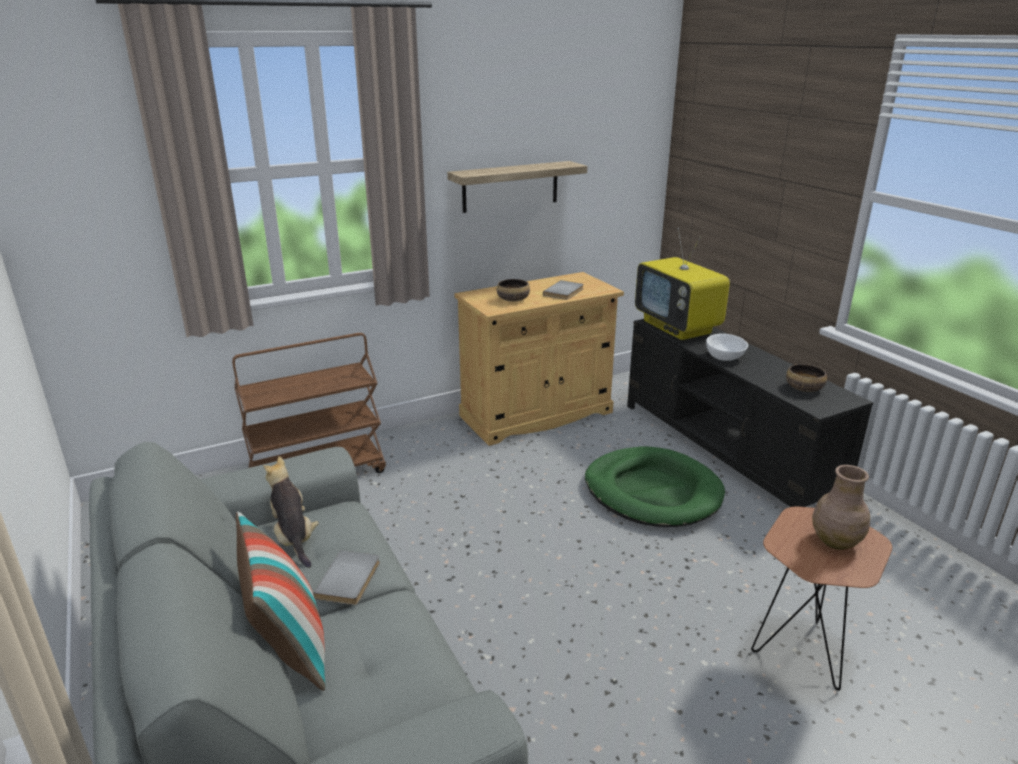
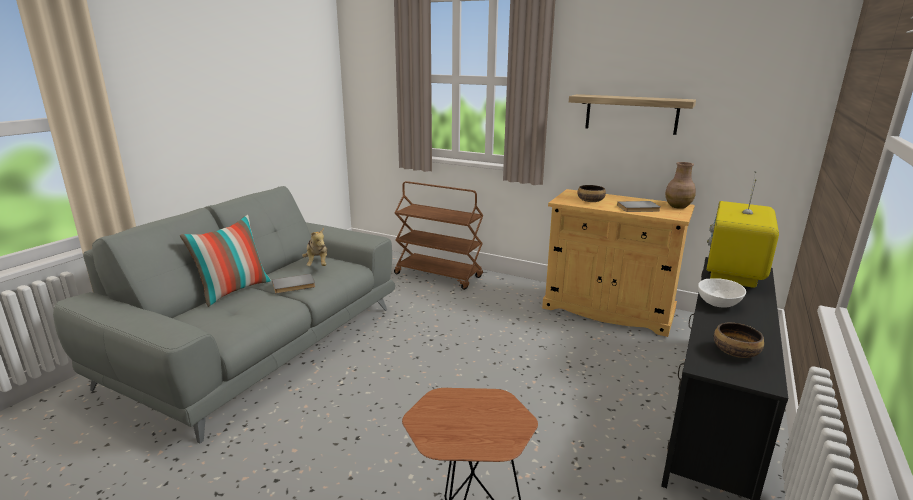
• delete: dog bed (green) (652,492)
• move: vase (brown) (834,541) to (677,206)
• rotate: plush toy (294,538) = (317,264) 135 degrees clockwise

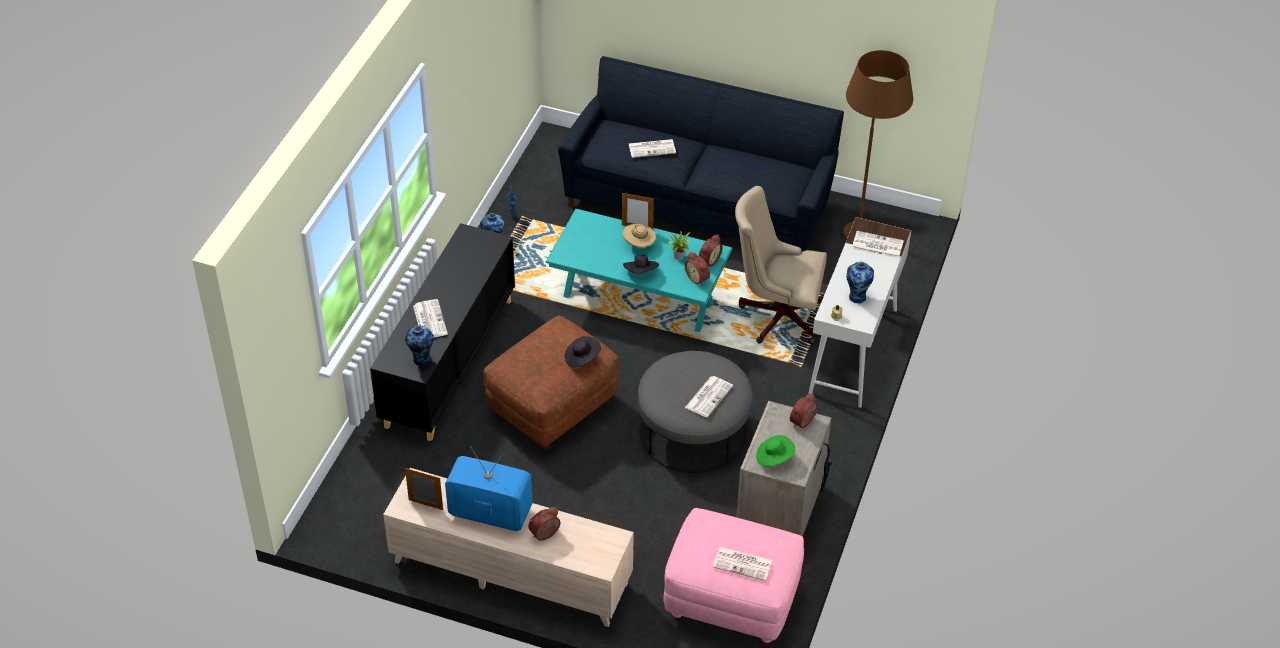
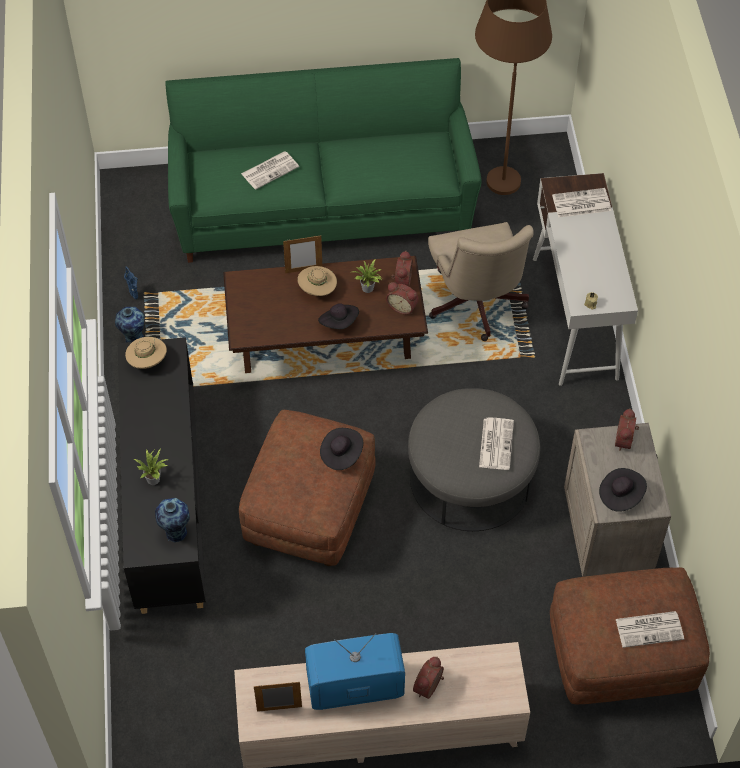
• delete: vase (857,296)
• insert: hat (beige) (147,361)
• replace: newspaper (429,319) to potted plant (155,478)
• recolor: coffee table (turquoise) (639,299) to coffee table (brown) (326,344)
• recolor: sofa (black) (699,201) to sofa (green) (322,204)
• recolor: ottoman (pink) (731,600) to ottoman (brown) (620,657)
• recolor: hat (green) (774,457) to hat (black) (620,495)
• rotate: office chair (beige) (777,315) = (476,306) 90 degrees counterclockwise

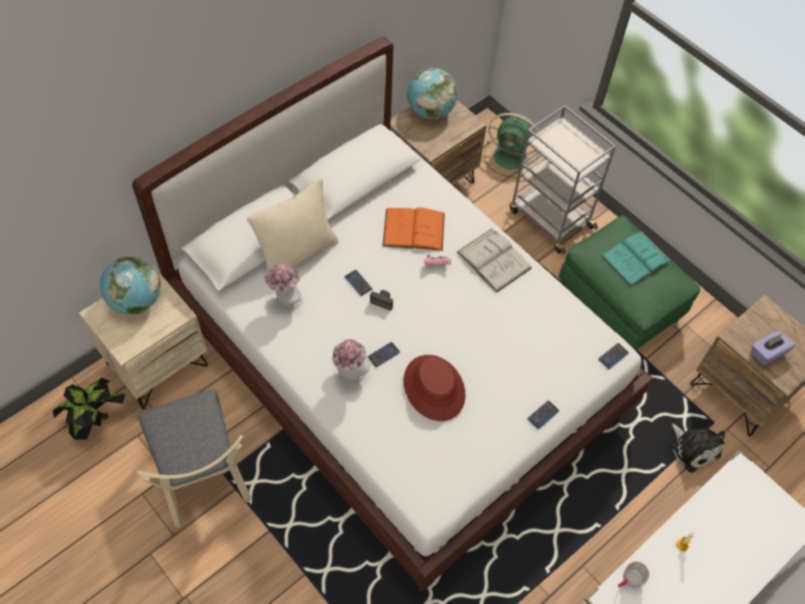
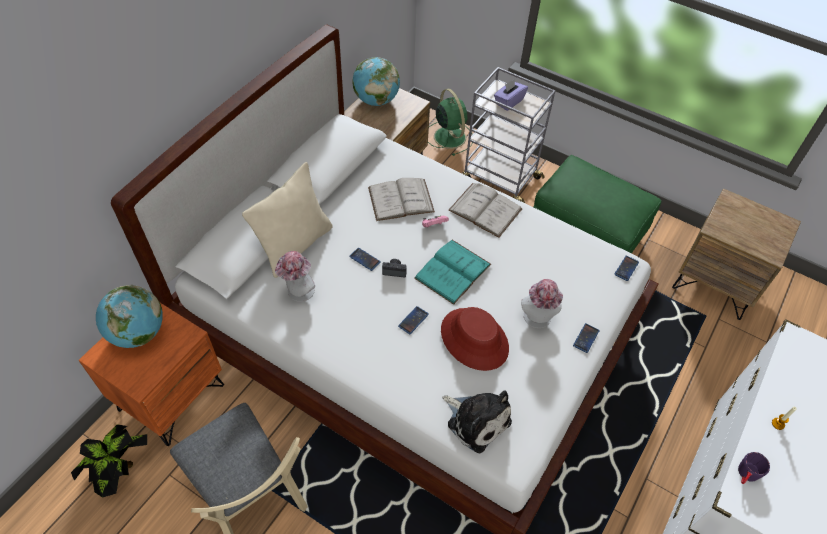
• move: hat (350,375) to (537,320)
• move: book (turquoise) (635,259) to (452,271)
• move: plush toy (693,447) to (476,420)
• move: tissue box (purple) (767,353) to (508,102)
• recolor: nightstand (beige) (157,363) to nightstand (orange) (171,396)
• recolor: book (orange) (413,229) to book (white) (401,199)
• recolor: mug (grey) (628,581) to mug (purple) (746,475)
• rotate: fan (green) (511,157) = (449,136) 120 degrees counterclockwise

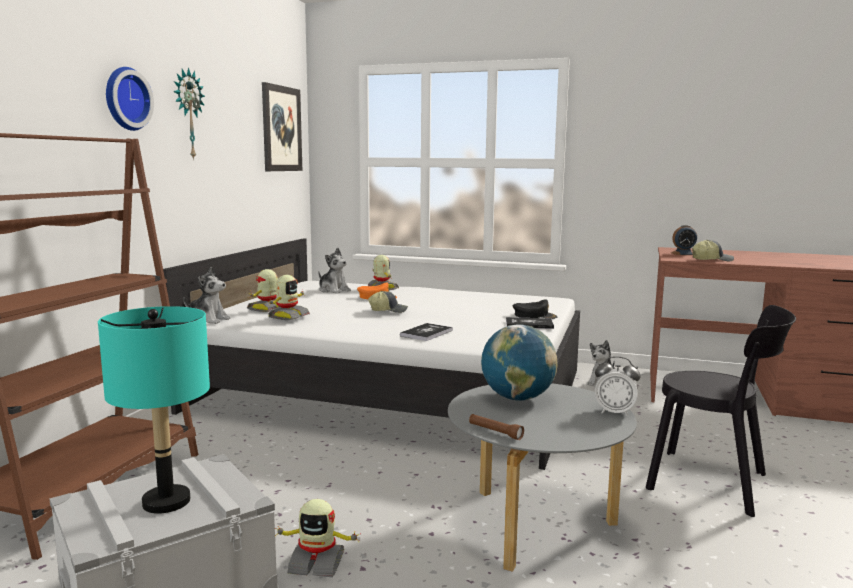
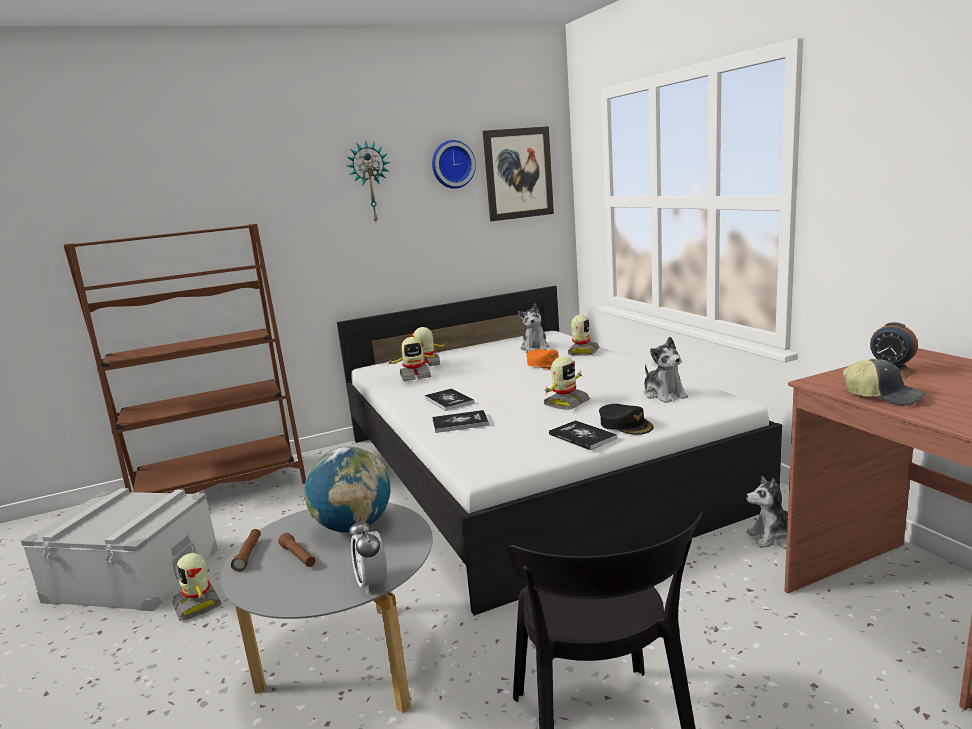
• delete: table lamp (turquoise) (166,501)
• delete: cap (389,310)
• insert: flashlight (brown) (298,556)
• insert: book (449,400)
• insert: toy robot (565,403)
• move: wall clock (125,99) to (452,164)
• move: plush toy (207,320) to (664,394)

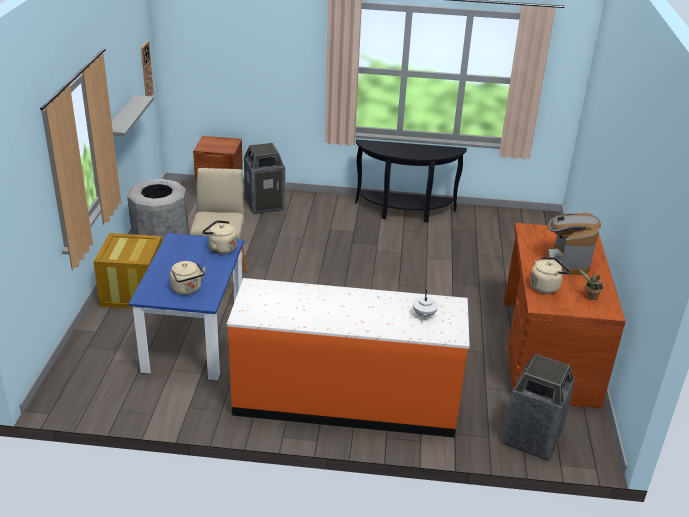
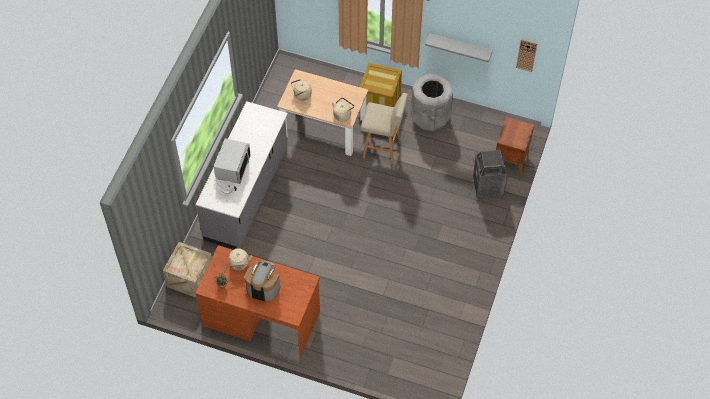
• delete: console table (black) (405,212)
• insert: microwave (grey) (232,167)
• replace: trash can (532,438) to crate (190,278)
• recolor: dining table (blue) (194,338) to dining table (beige) (324,128)
• recolor: counter (orange) (346,401) to counter (grey) (247,194)

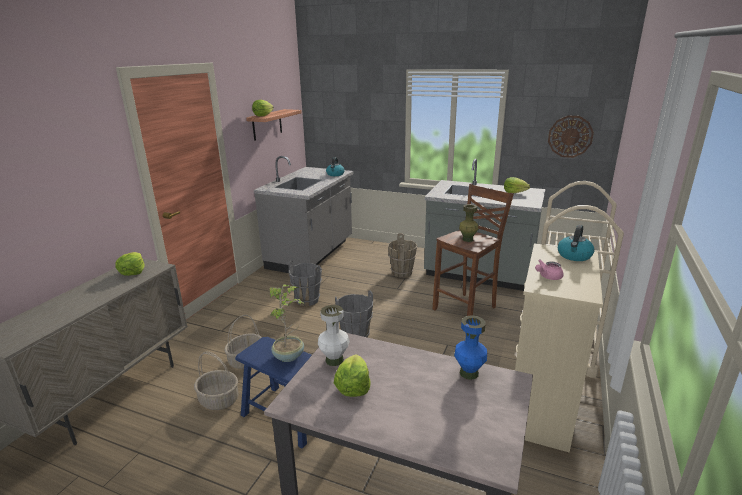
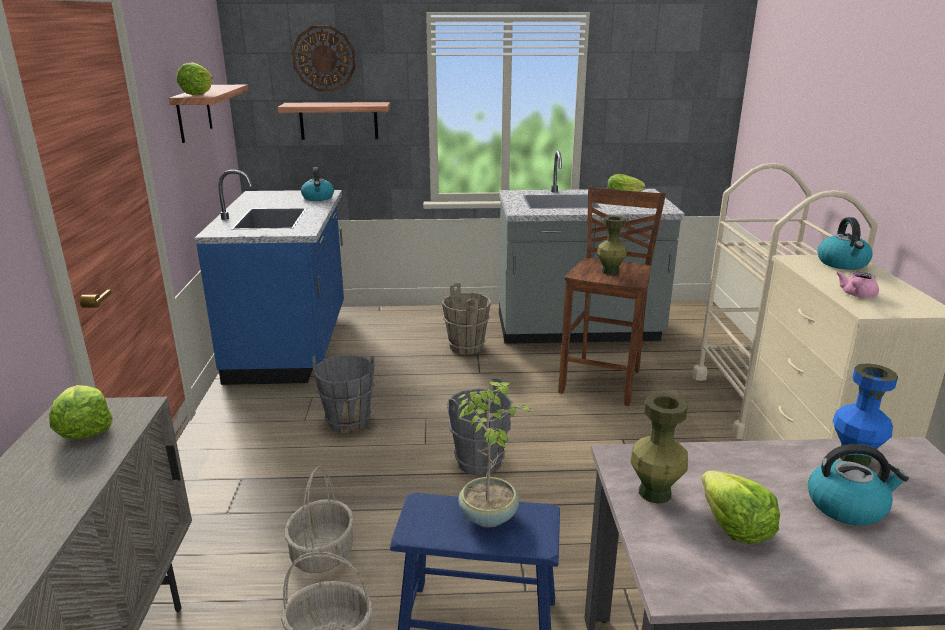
• insert: shelf (338,121)
• insert: kettle (847,506)
• move: wall clock (570,136) to (324,58)
• recolor: counter (grey) (312,254) to counter (blue) (291,345)
• recolor: vase (white) (334,360) to vase (green) (654,492)

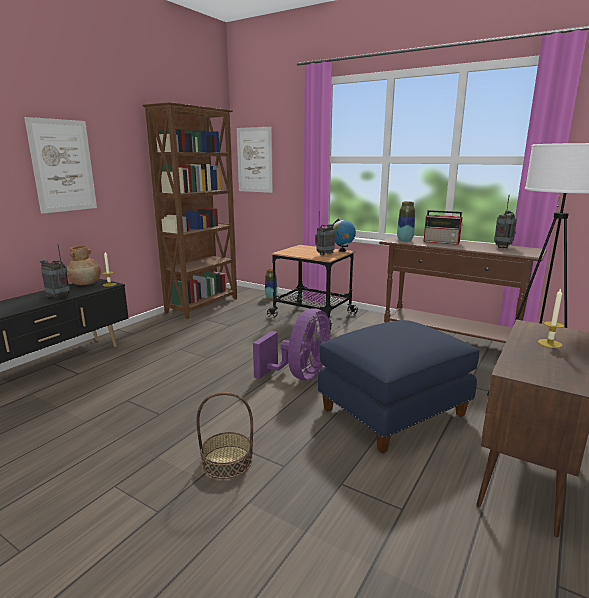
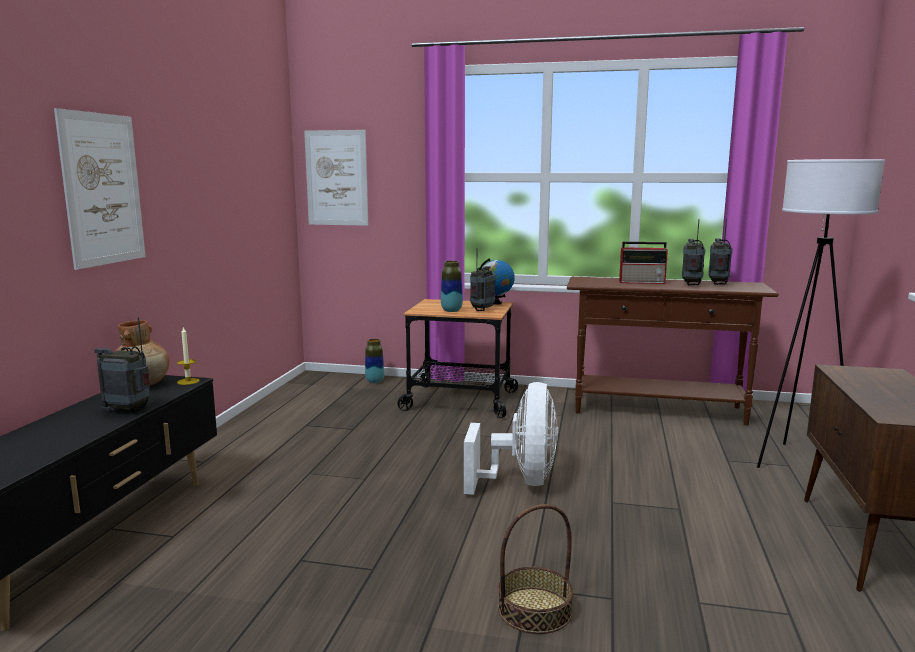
• delete: bookcase (brown) (203,305)
• delete: ottoman (blue) (393,411)
• delete: candle (550,343)
• insert: radio (691,284)
• move: vase (405,240) to (451,310)
• recolor: fan (purple) (300,375) to fan (white) (521,481)

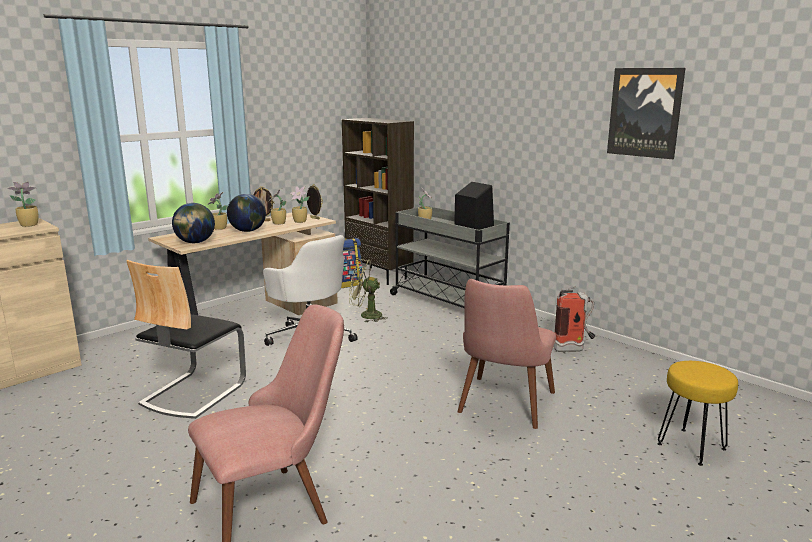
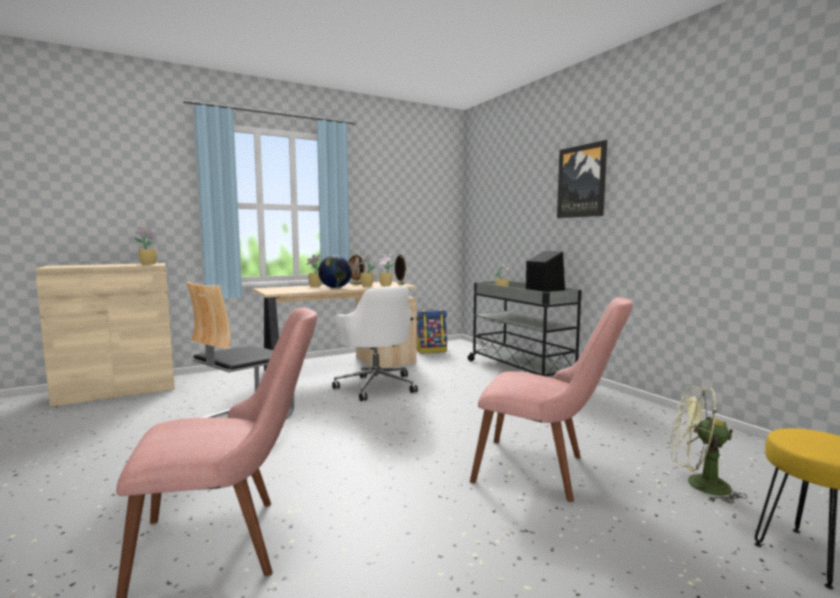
• delete: globe (195,242)
• delete: bookcase (brown) (379,276)
• delete: fire extinguisher (573,349)
• move: fan (green) (366,315) to (698,485)
• move: picture (645,112) to (582,181)
• rotate: chair (pink) (503,408) = (545,471) 105 degrees counterclockwise

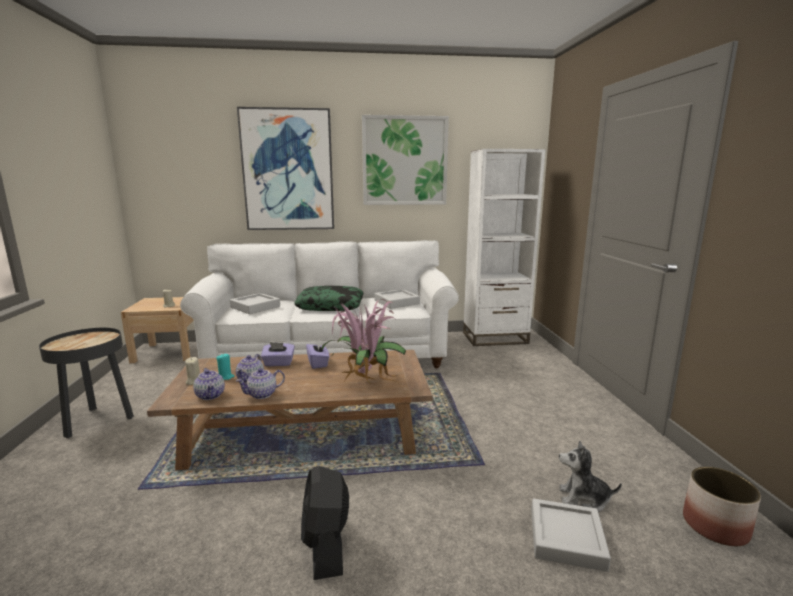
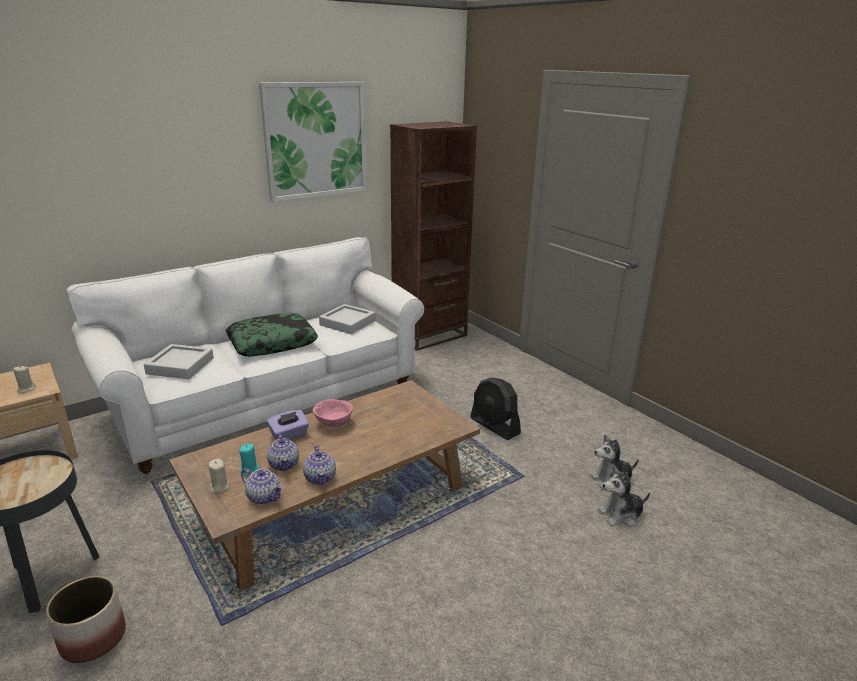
• delete: picture (288,170)
• delete: potted plant (364,381)
• move: fan (black) (326,544) to (494,426)
• move: planter (715,526) to (93,637)
• replace: tissue box (purple) (318,363) to bowl (pink) (333,423)
• replace: tray (grey) (566,539) to plush toy (621,515)
• recolor: bookcase (white) (495,338) to bookcase (brown) (429,335)
• rotate: teapot (262,394) = (320,477) 45 degrees counterclockwise

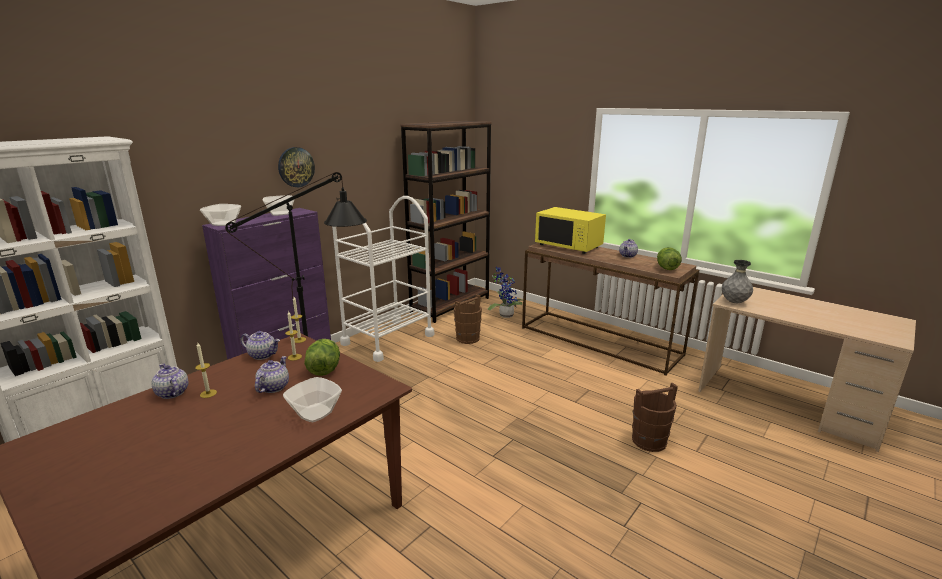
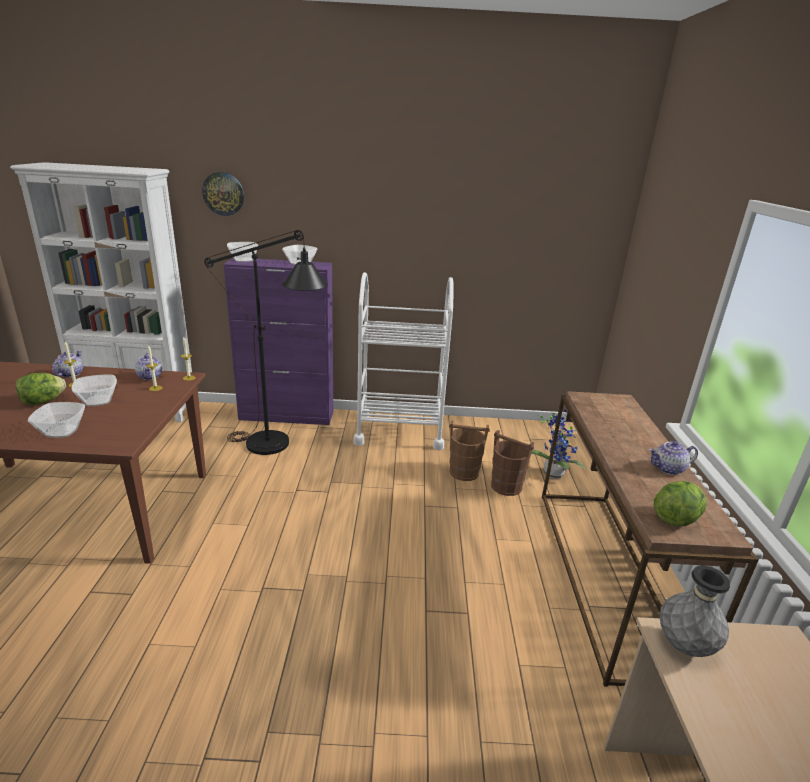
• delete: bookcase (brown) (450,305)
• delete: microwave (yellow) (569,246)
• move: wall clock (296,167) to (223,194)
• move: lettuce (324,370) to (43,401)
• move: bucket (brown) (649,441) to (506,486)
• replace: teapot (273,387) to bowl (97,401)

